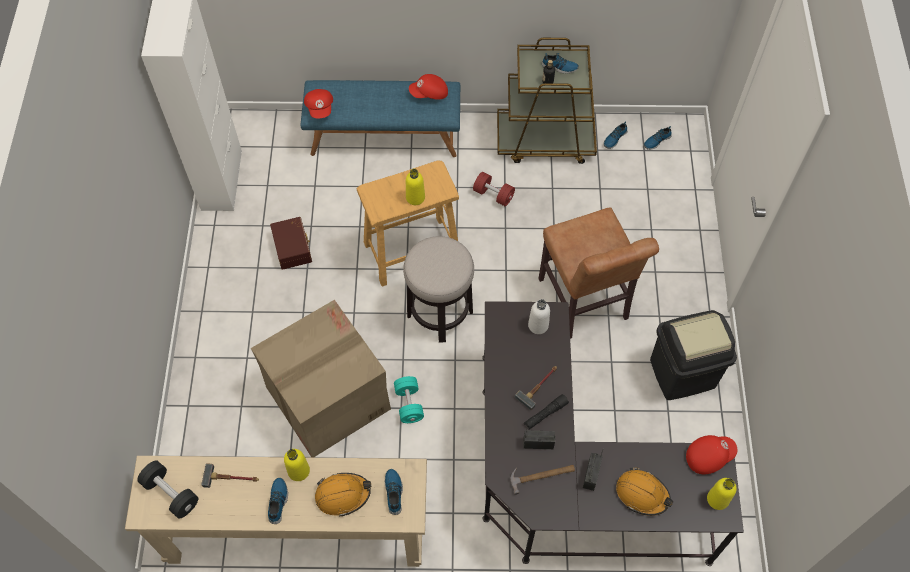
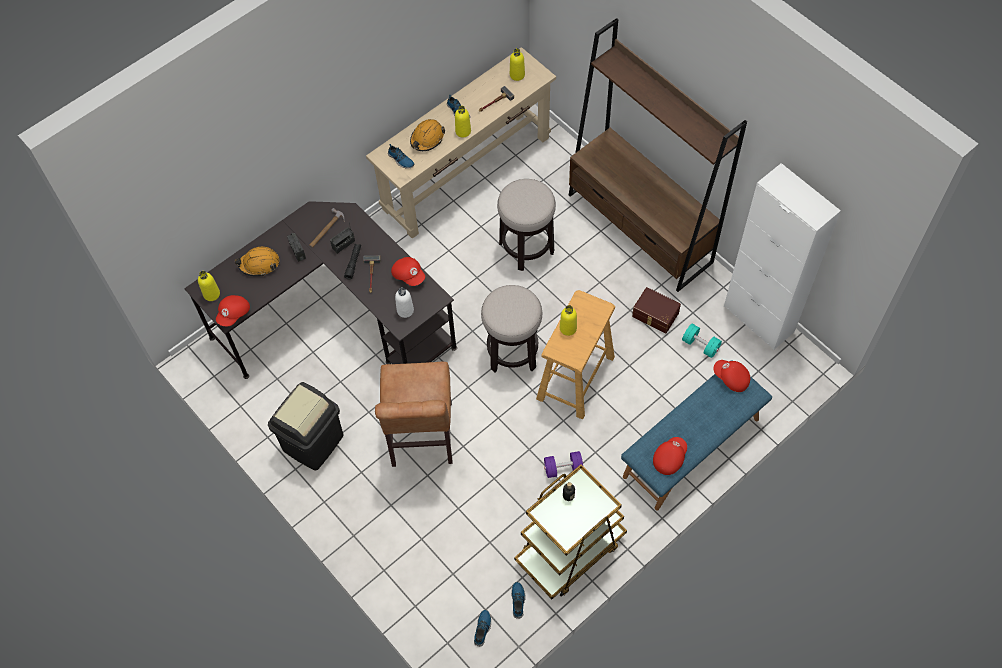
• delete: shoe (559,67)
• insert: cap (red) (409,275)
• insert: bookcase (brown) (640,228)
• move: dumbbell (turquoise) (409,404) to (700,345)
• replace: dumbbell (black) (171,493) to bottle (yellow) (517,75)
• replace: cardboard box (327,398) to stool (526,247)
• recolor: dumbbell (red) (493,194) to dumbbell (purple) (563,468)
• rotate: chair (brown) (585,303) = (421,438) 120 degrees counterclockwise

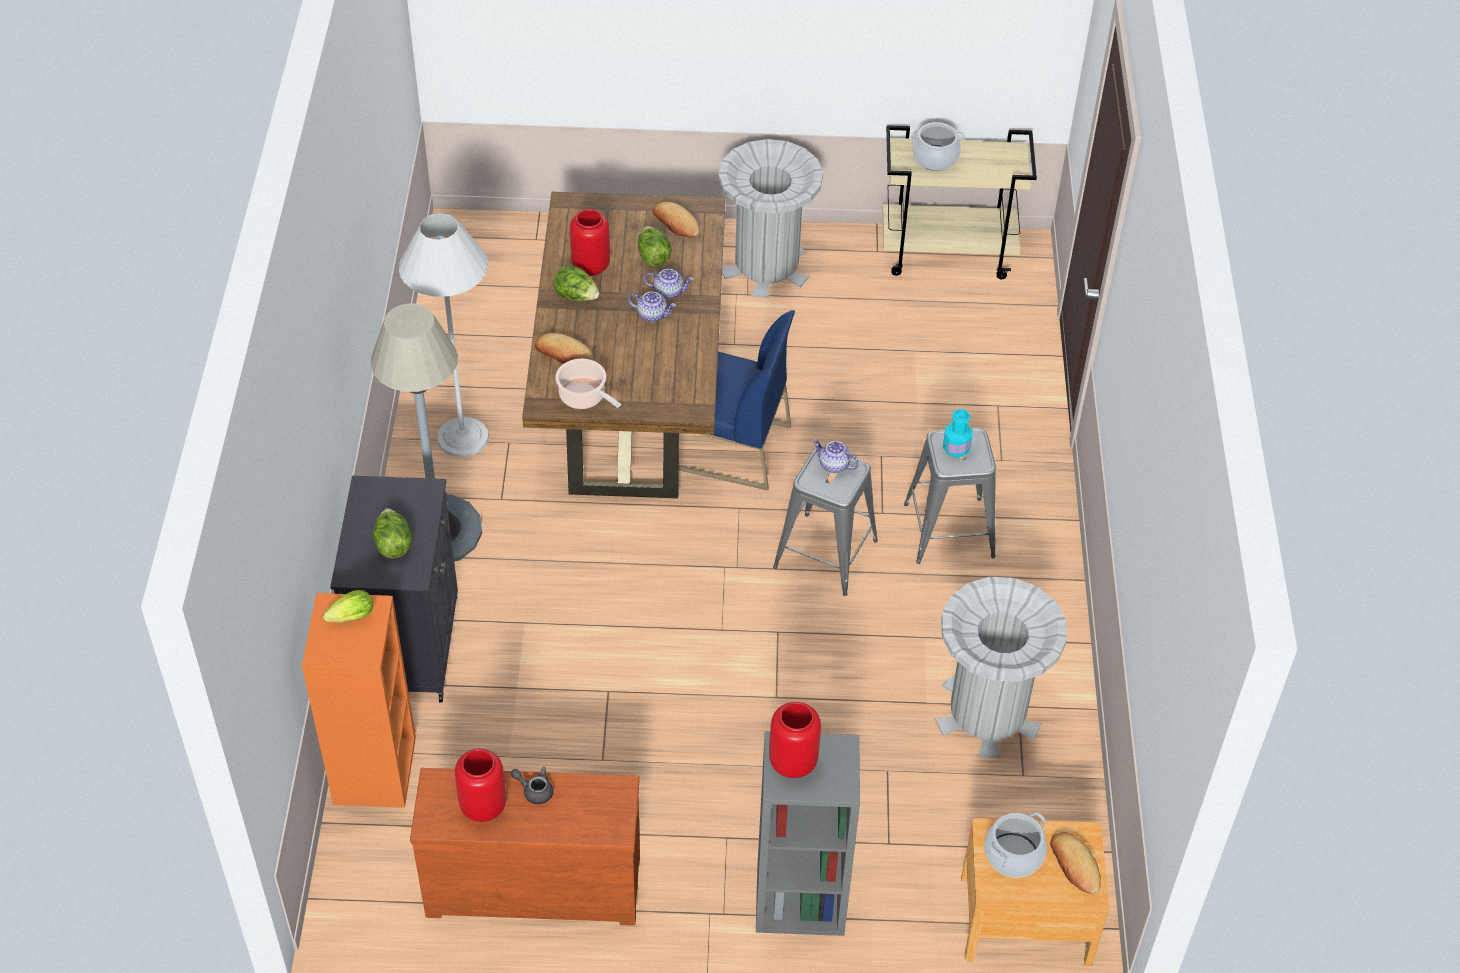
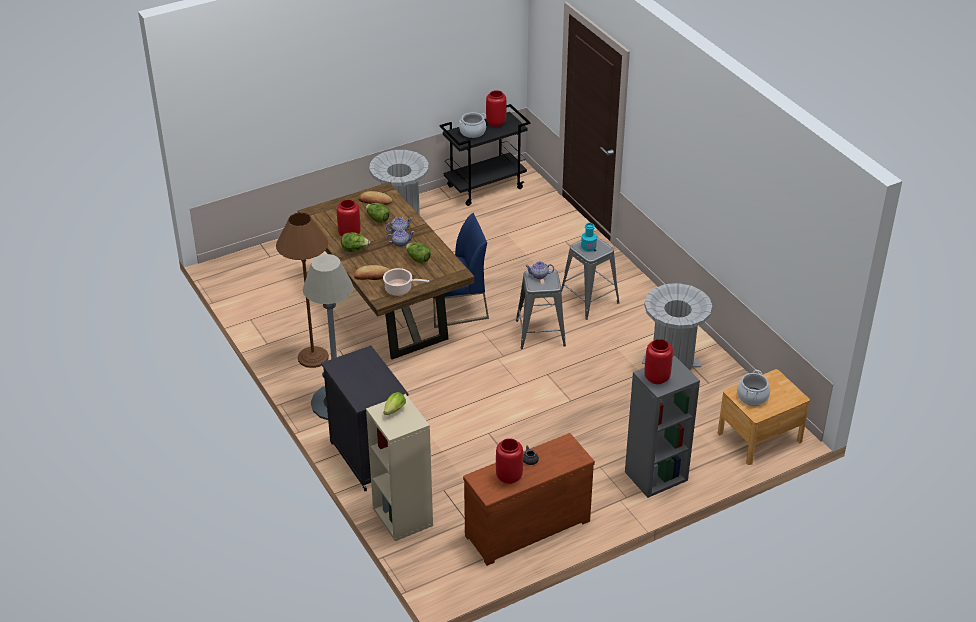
• delete: bread (1074,865)
• insert: vase (red) (496,123)
• move: lettuce (393,544) to (418,259)
• recolor: bookcase (orange) (374,769) to bookcase (beige) (402,517)
• recolor: floor lamp (white) (463,438) to floor lamp (brown) (313,357)
• recolor: cart (beige) (948,253) to cart (black) (485,187)

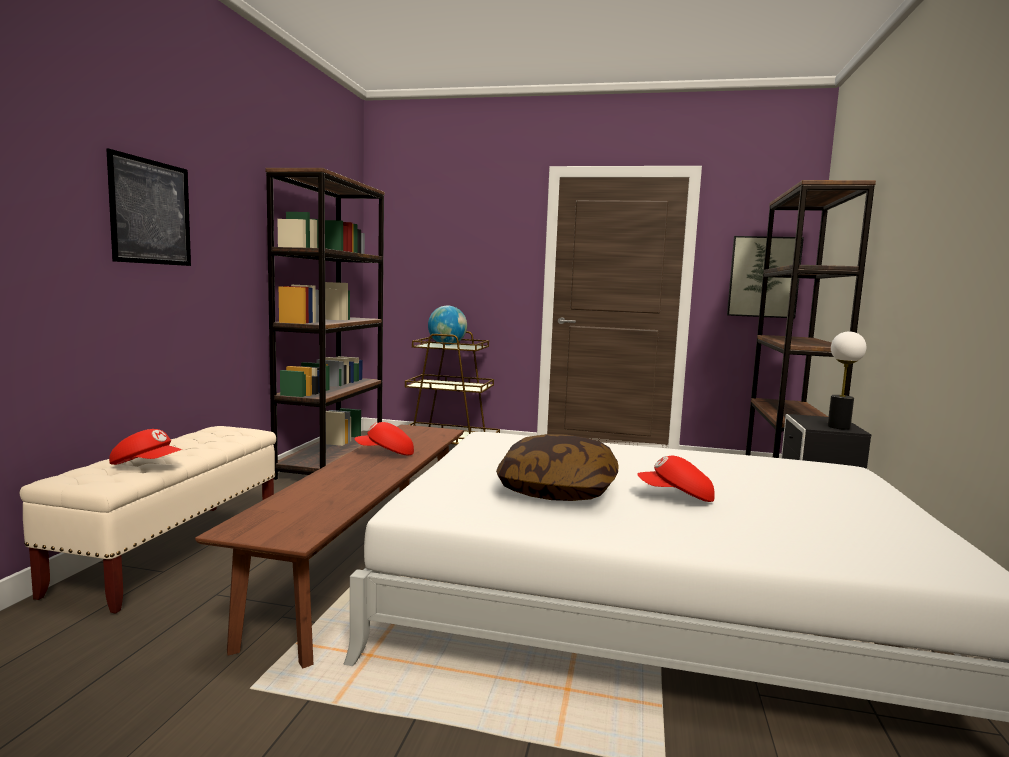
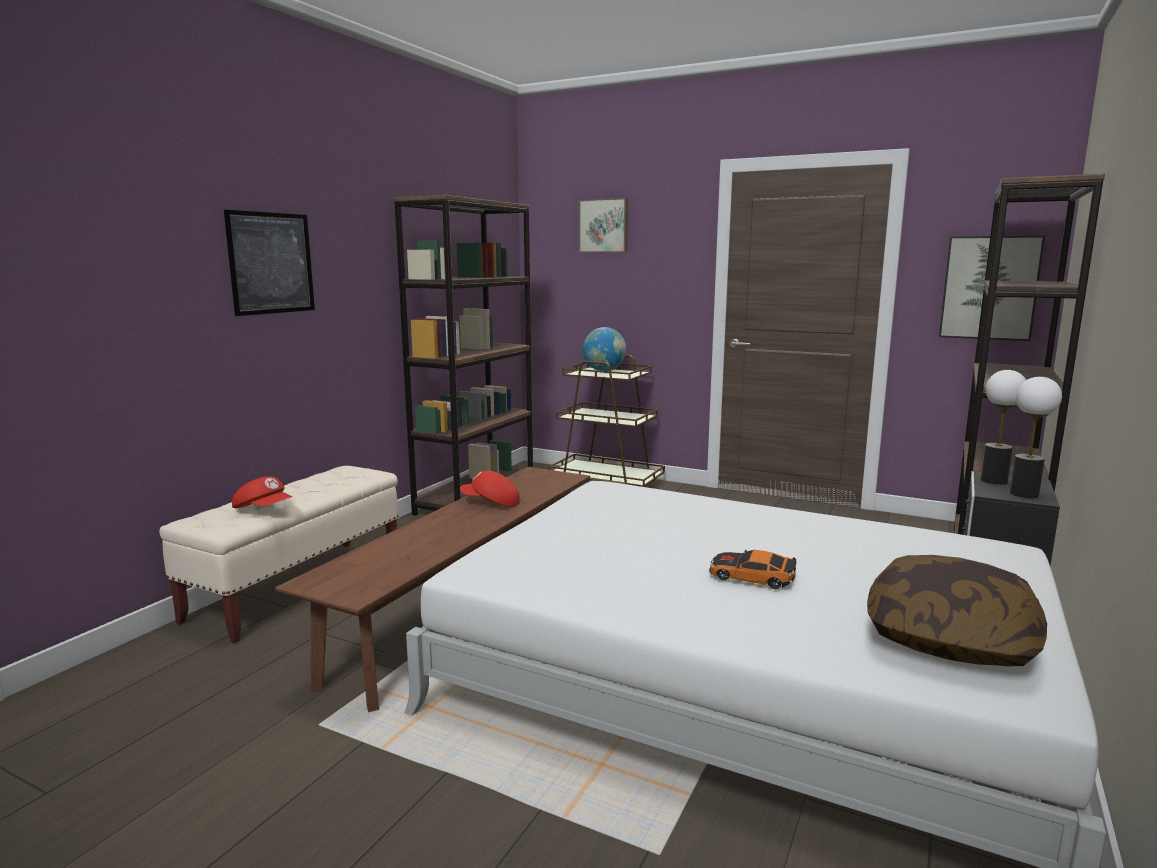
• insert: picture (604,226)
• insert: table lamp (993,481)
• move: pillow (558,490) to (950,637)
• replace: cap (red) (676,497) to toy car (752,576)

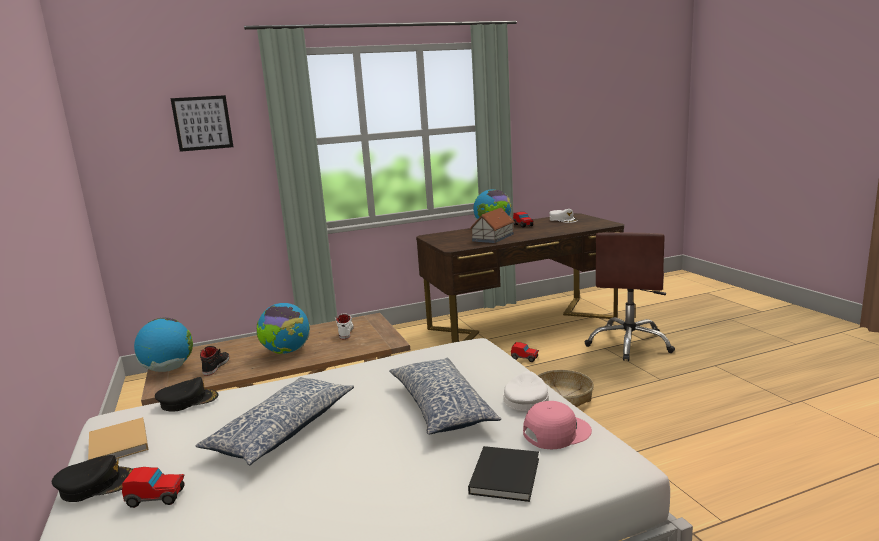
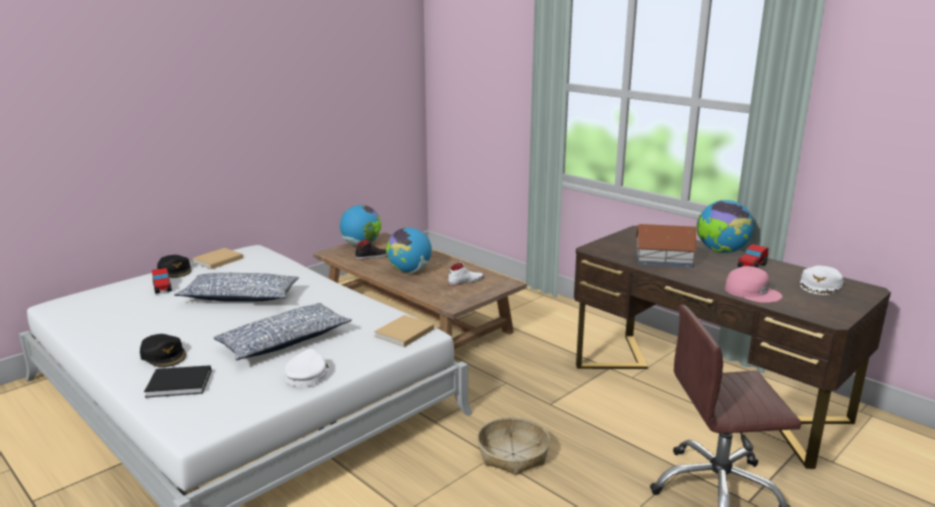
• delete: picture (202,123)
• delete: toy car (525,358)
• insert: book (beige) (403,333)
• move: cap (black) (188,400) to (164,355)
• move: cap (pink) (556,432) to (752,292)
• rotate: cap (white) (526,398) = (307,374) 75 degrees counterclockwise

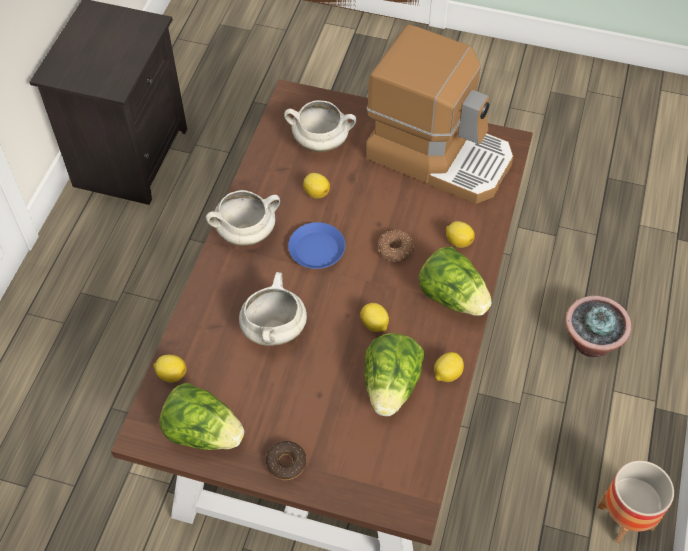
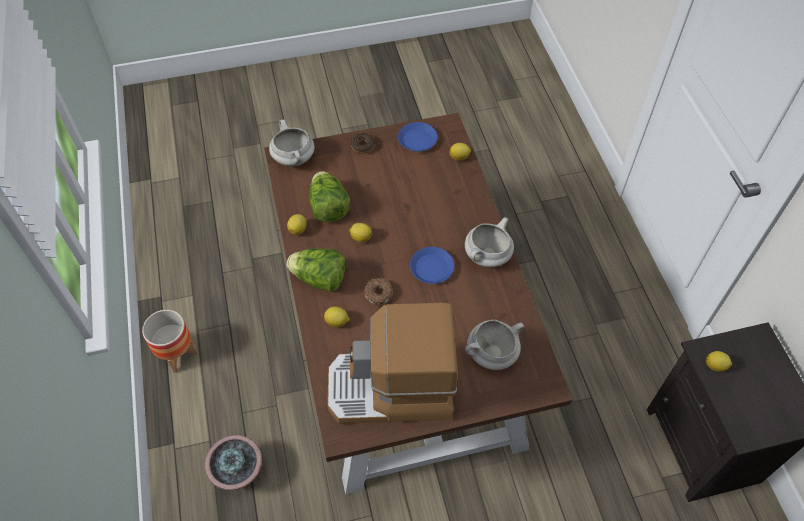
• move: cooking pot (white) (273,328) to (294,159)
• move: lemon (316,192) to (716,366)
• replace: lettuce (204,432) to plate (blue) (417,140)

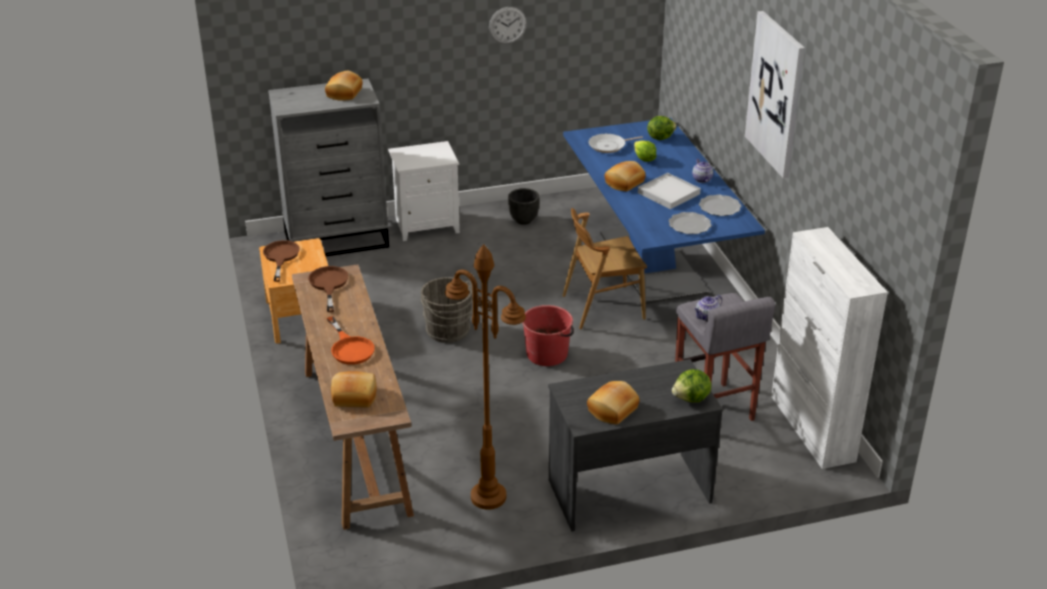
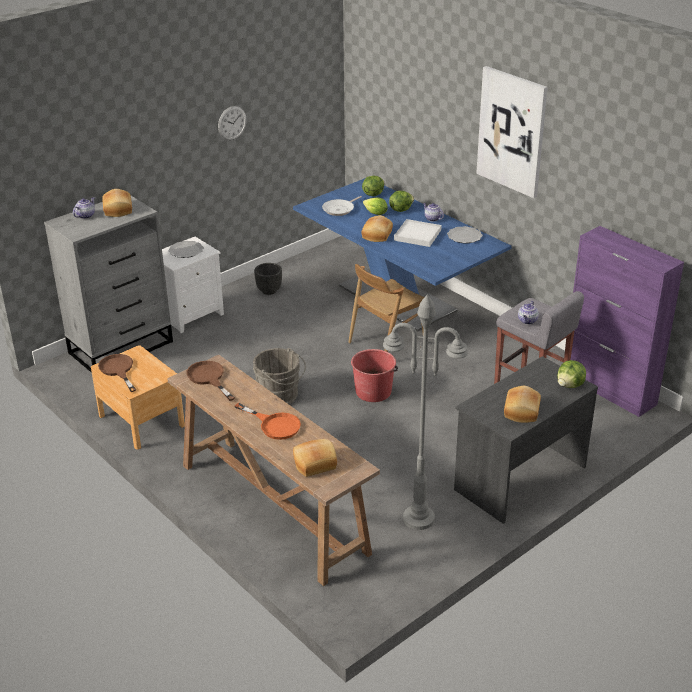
• insert: teapot (85,215)
• insert: lettuce (400,209)
• move: plate (689,225) to (186,251)
• recolor: floor lamp (brown) (489,497) to floor lamp (grey) (419,518)
• recolor: cabinet (white) (812,429) to cabinet (purple) (609,390)

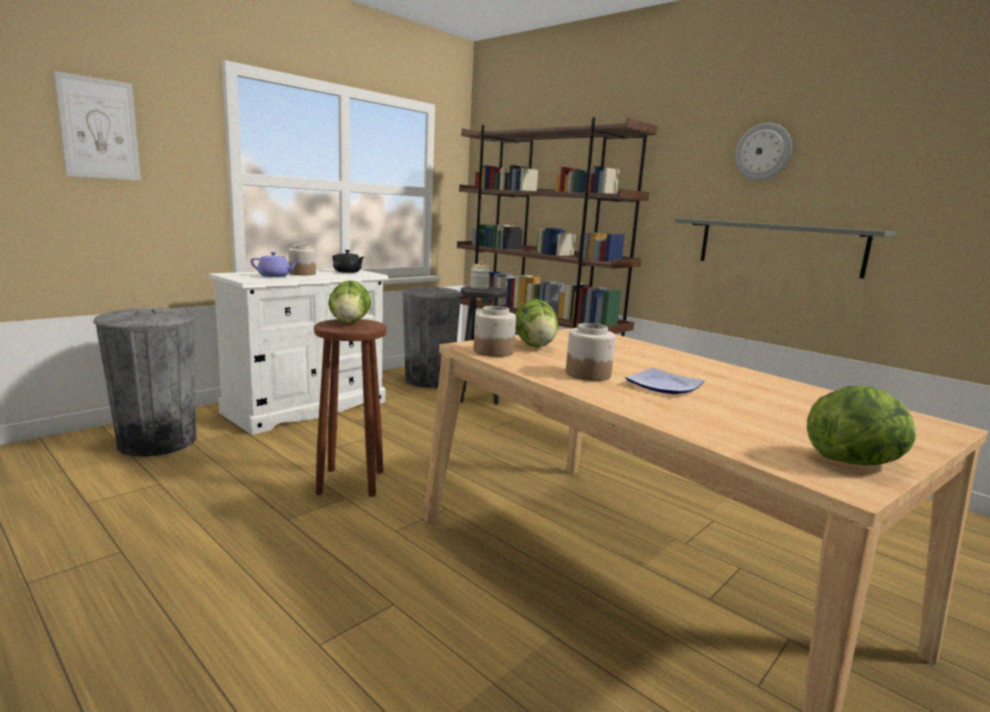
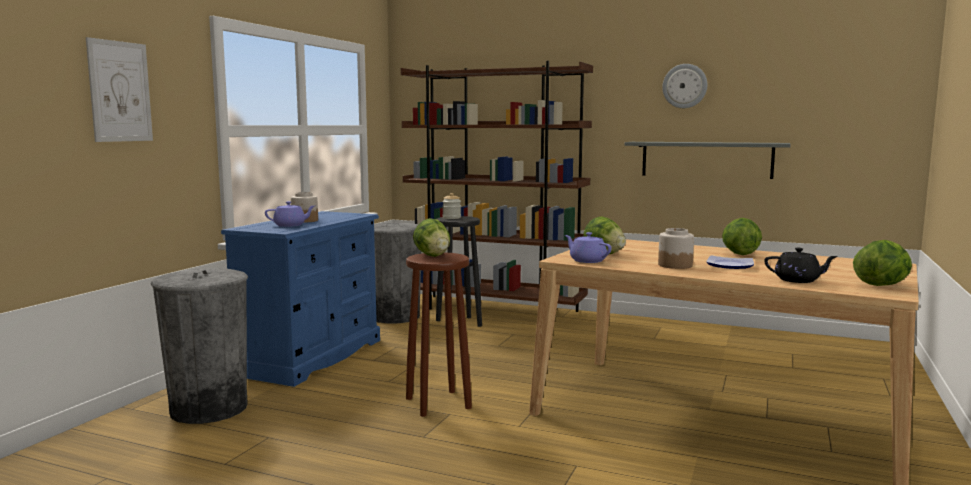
• insert: lettuce (739,254)
• move: teapot (black) (348,272) to (798,280)
• replace: jar (493,351) to teapot (purple) (587,261)
• recolor: dresser (white) (306,407) to dresser (blue) (312,357)

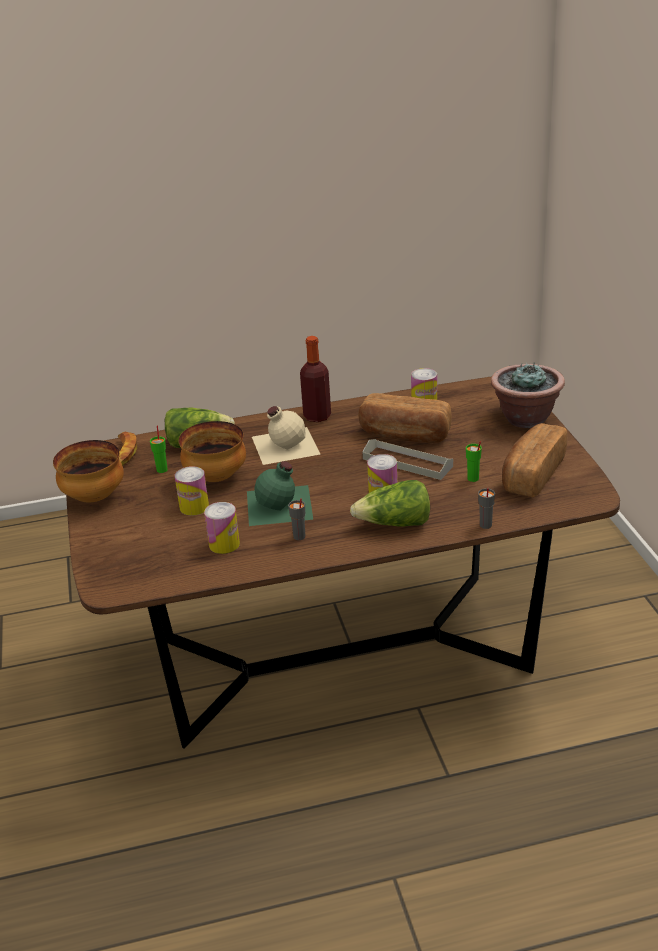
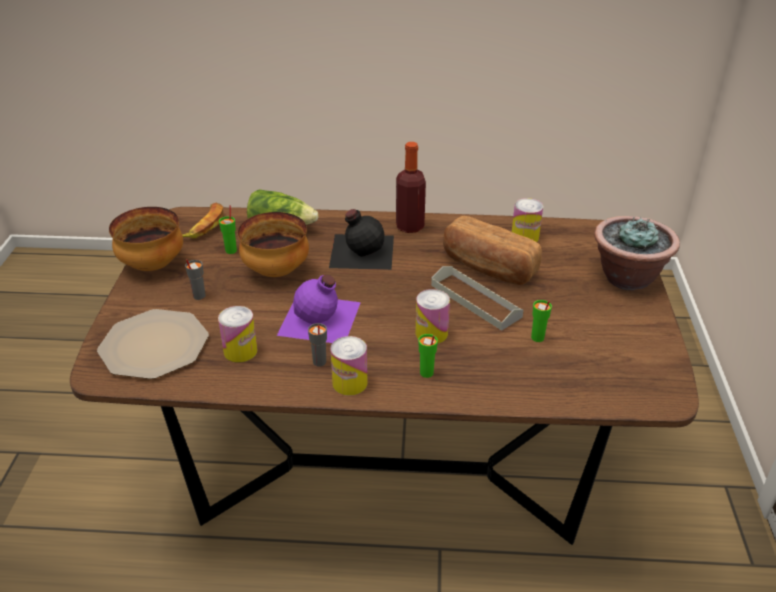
• delete: bread (531,475)
• insert: plate (155,345)
• move: can (194,507) to (350,383)
• move: cup (grey) (485,525) to (199,296)
• replace: lettuce (395,524) to cup (green) (426,373)
• recolor: bottle (green) (280,505) to bottle (purple) (320,319)
• recolor: bottle (beige) (284,445) to bottle (black) (361,250)

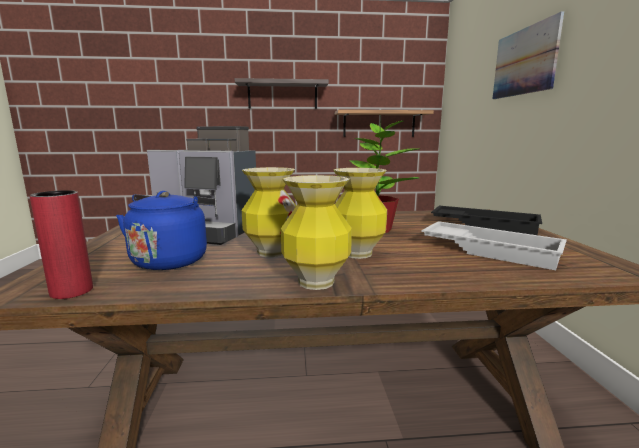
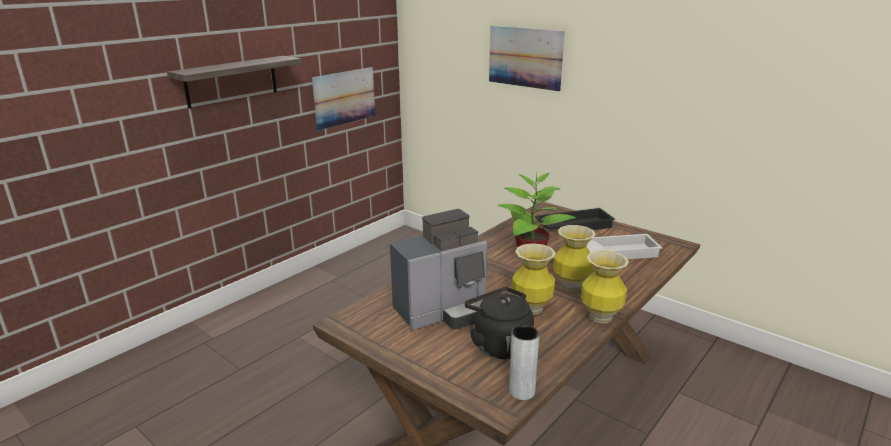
• replace: shelf (379,124) to picture (344,97)
• recolor: vase (red) (71,291) to vase (grey) (522,391)
• recolor: kettle (blue) (172,259) to kettle (black) (499,345)

